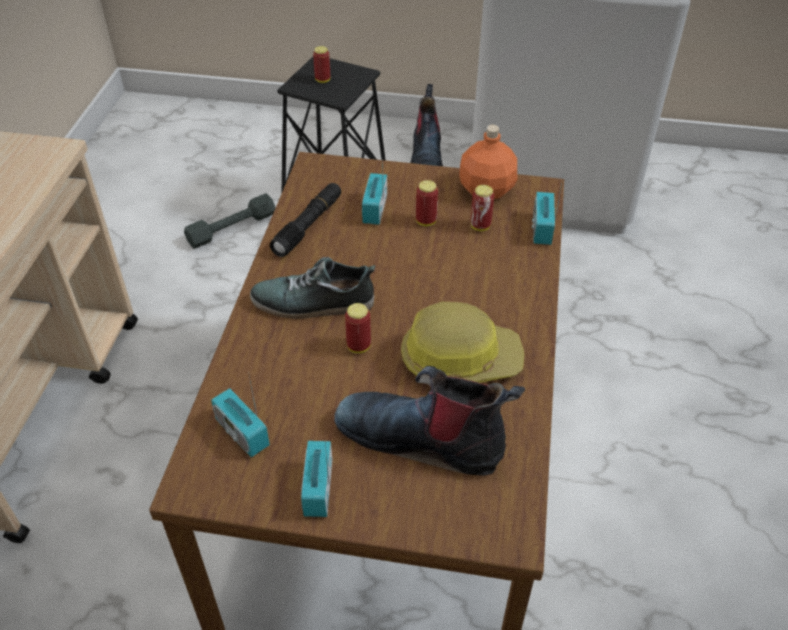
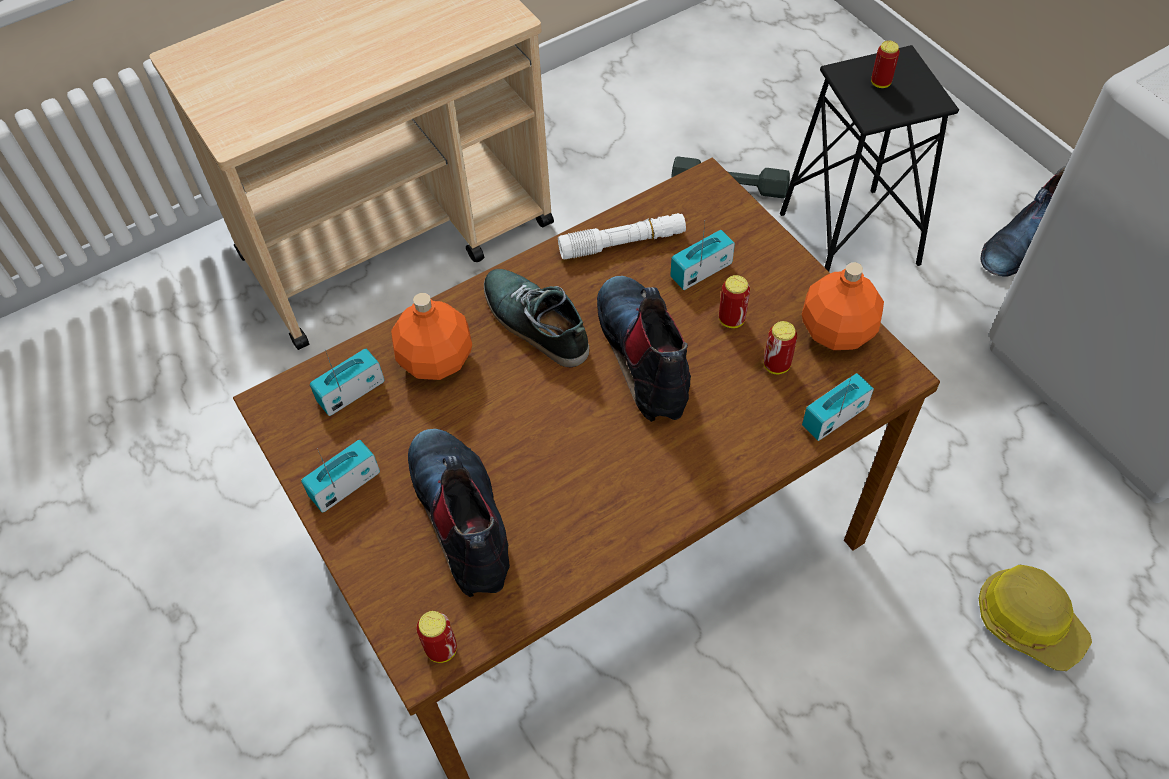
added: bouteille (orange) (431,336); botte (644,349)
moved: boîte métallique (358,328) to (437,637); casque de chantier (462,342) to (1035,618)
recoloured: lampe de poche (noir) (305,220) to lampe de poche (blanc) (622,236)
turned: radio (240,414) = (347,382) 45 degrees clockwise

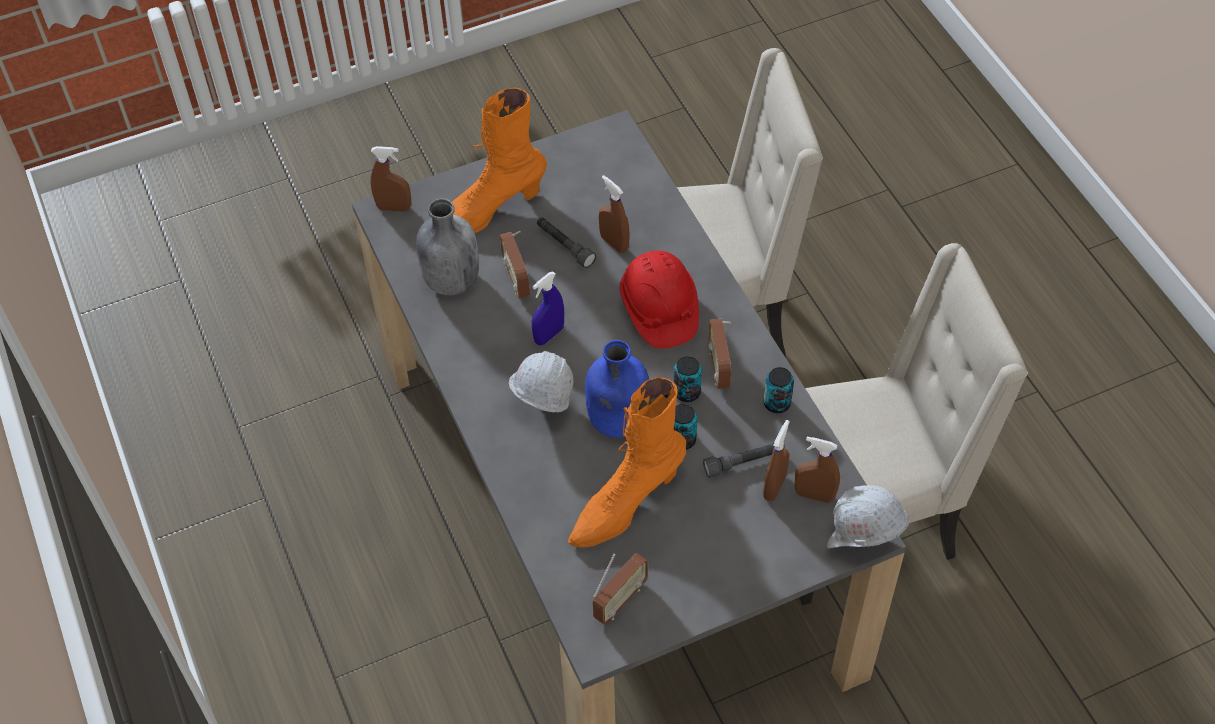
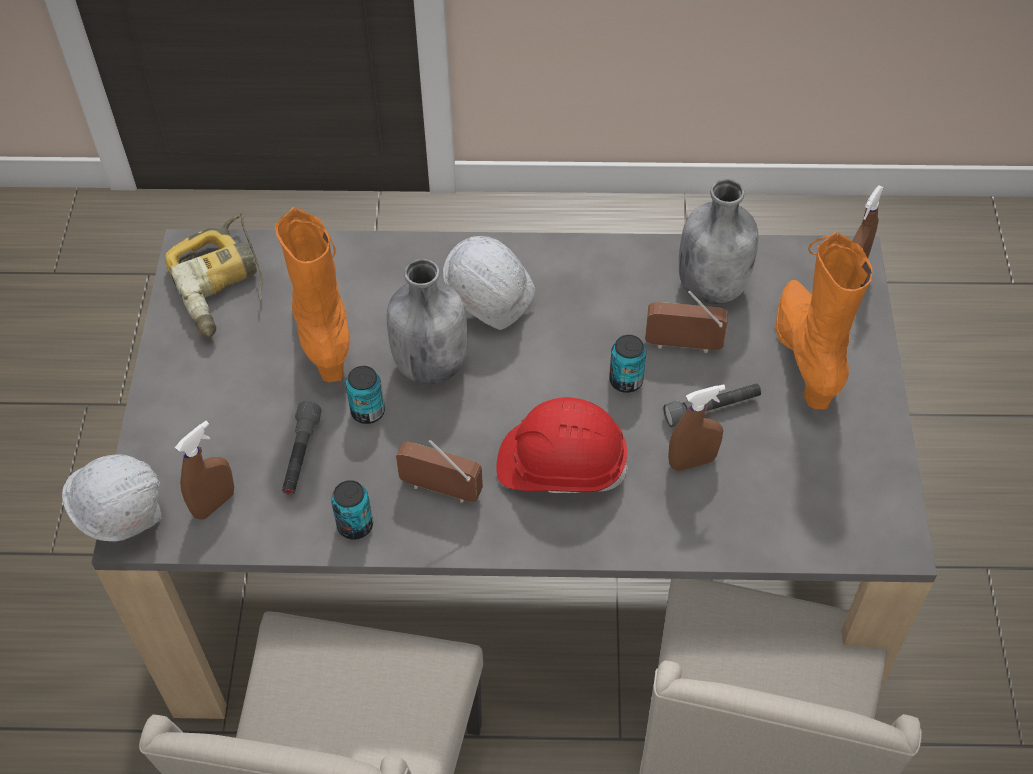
removed: vaporisateur (bleu) (548,308); vaporisateur (marron) (776,460)
moved: boîte métallique (688,379) to (627,364)
replaced: radio (620,589) to perceuse (214,275)
recoloured: bouteille (bleu) (617,389) to bouteille (gris) (427,321)

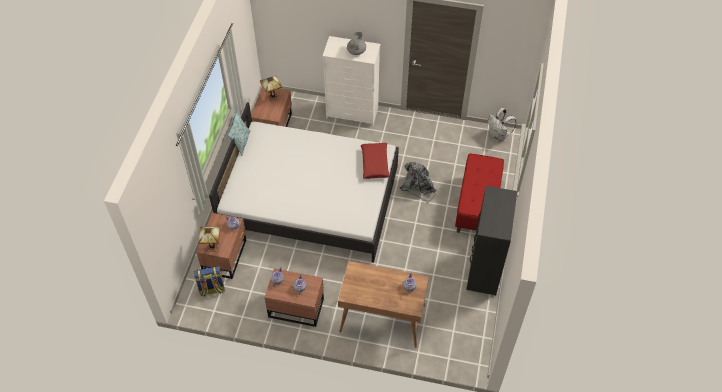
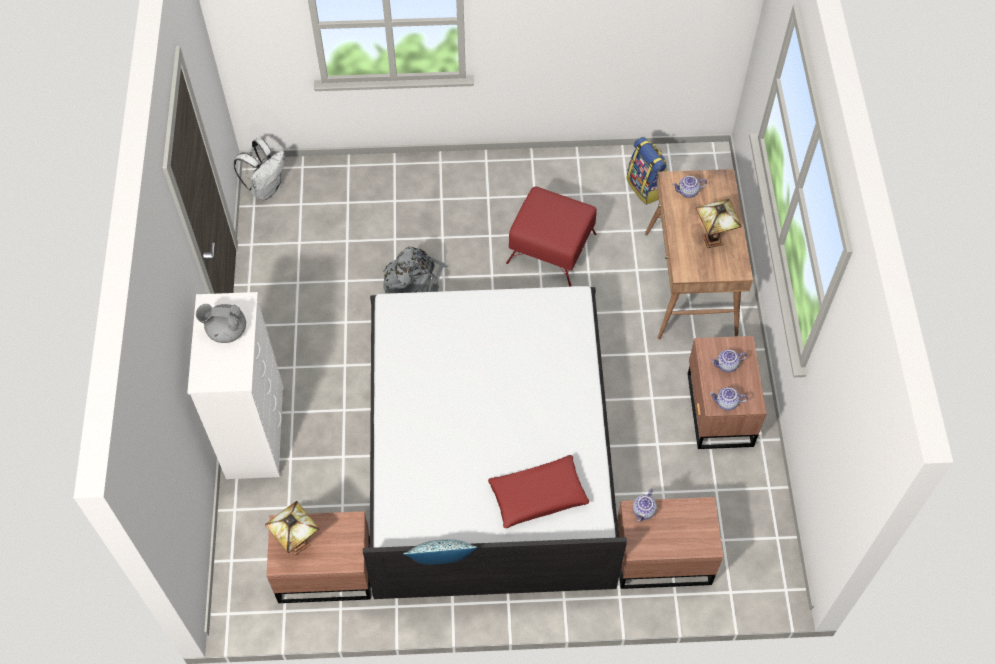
removed: banc (rouge) (479,193); commode (noir) (492,240)
added: pouf (rouge) (551,236)
moved: sac à dos (209,281) to (647,171); lampe de table (209,239) to (719,223); coussin (rouge) (375,161) to (538,491)

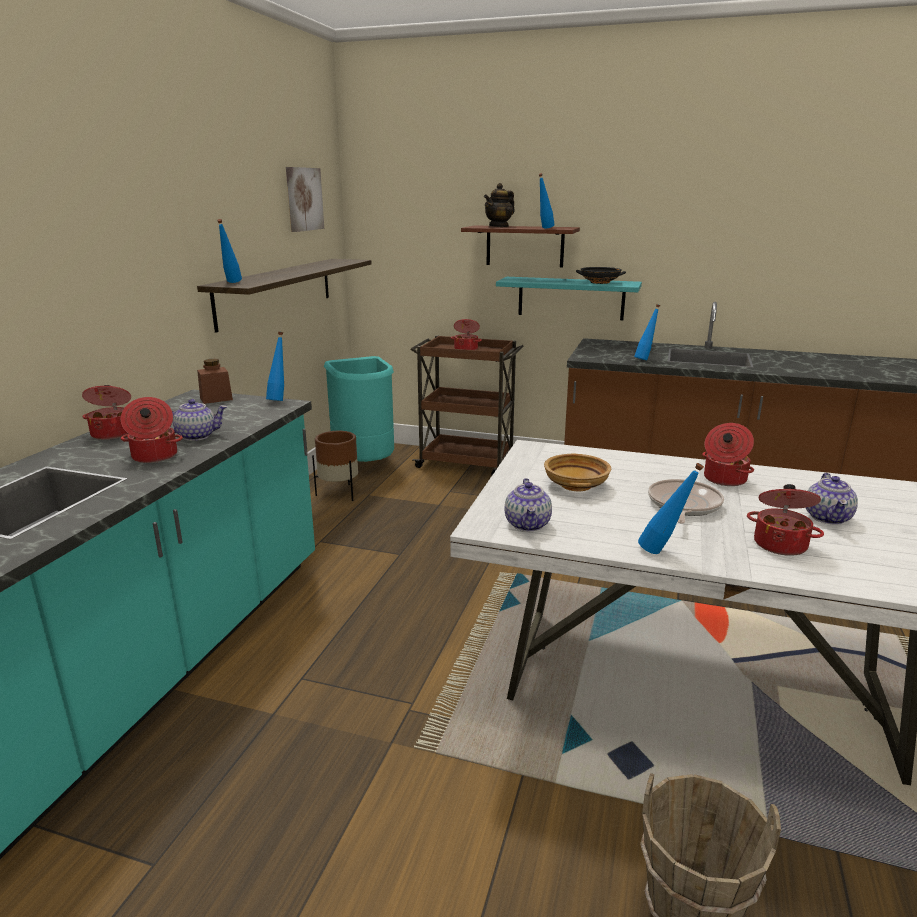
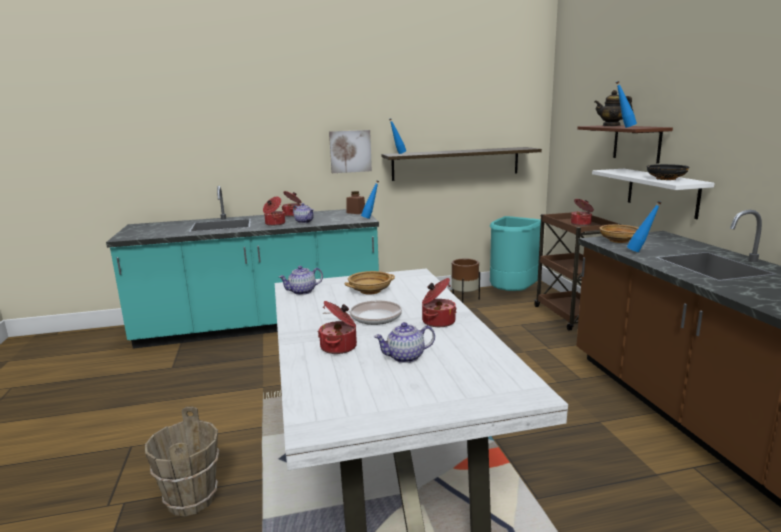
removed: bouteille (bleu) (671,508)
added: bol (beige) (619,234)
moved: tableau (305,199) to (350,151)
recoloured: étagère (turquoise) (569,298) to étagère (blanc) (653,194)

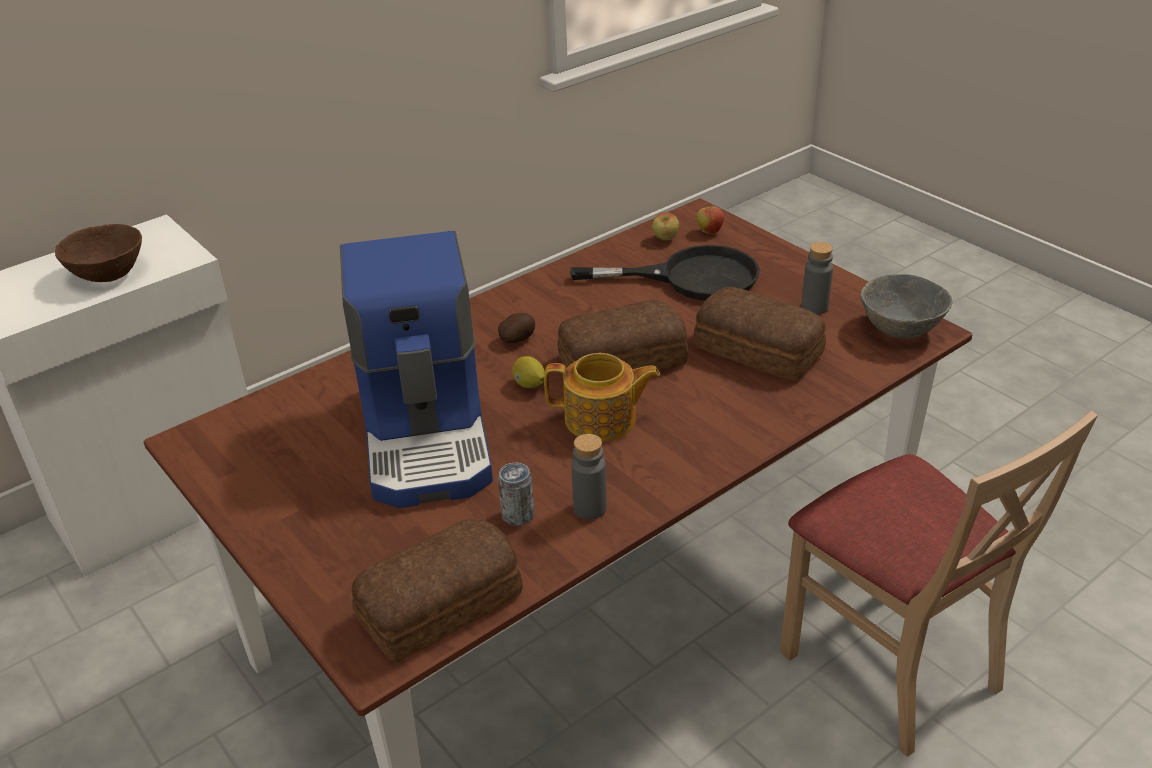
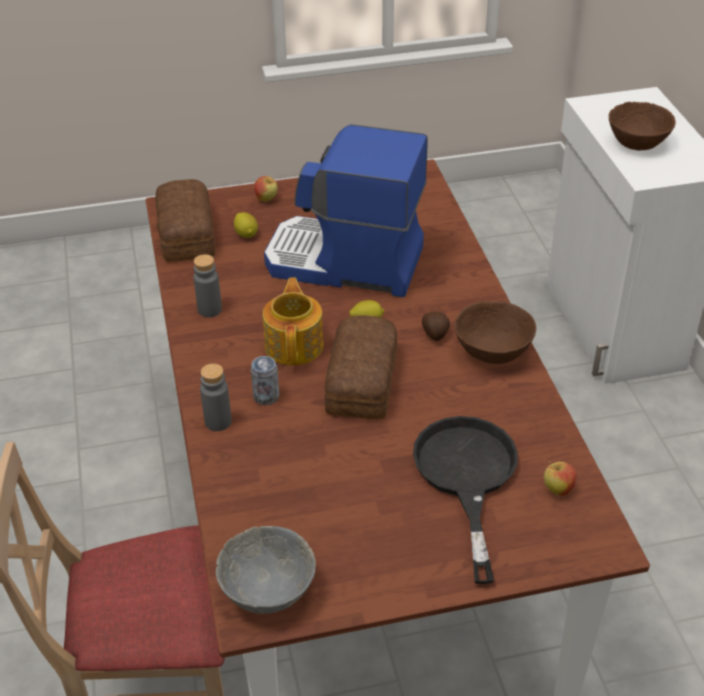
removed: pain (760,334)
added: citron (246,225); bol (marron) (495,332)
moved: boîte métallique (516,494) to (265,380); pomme (710,218) to (266,189); bouteille (gris) (817,278) to (216,397)
turned: théière (602,397) = (293,321) 150 degrees clockwise; poêle (noir) (665,273) = (465,500) 150 degrees clockwise

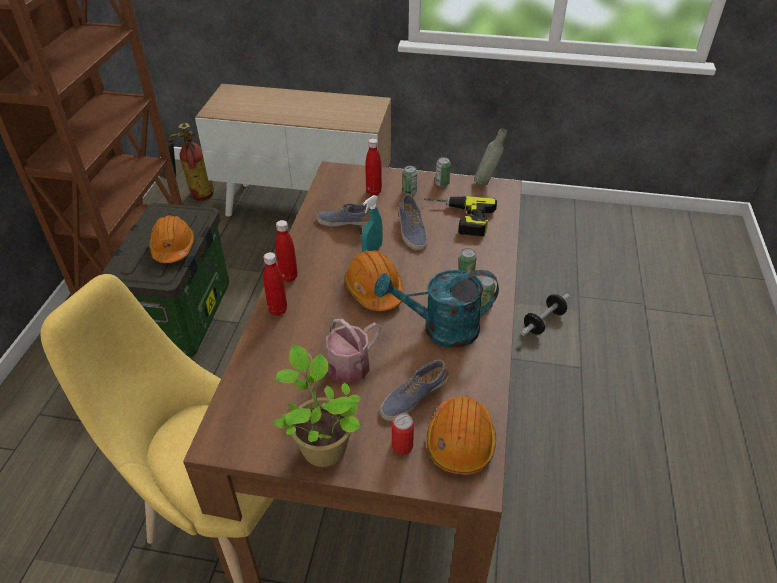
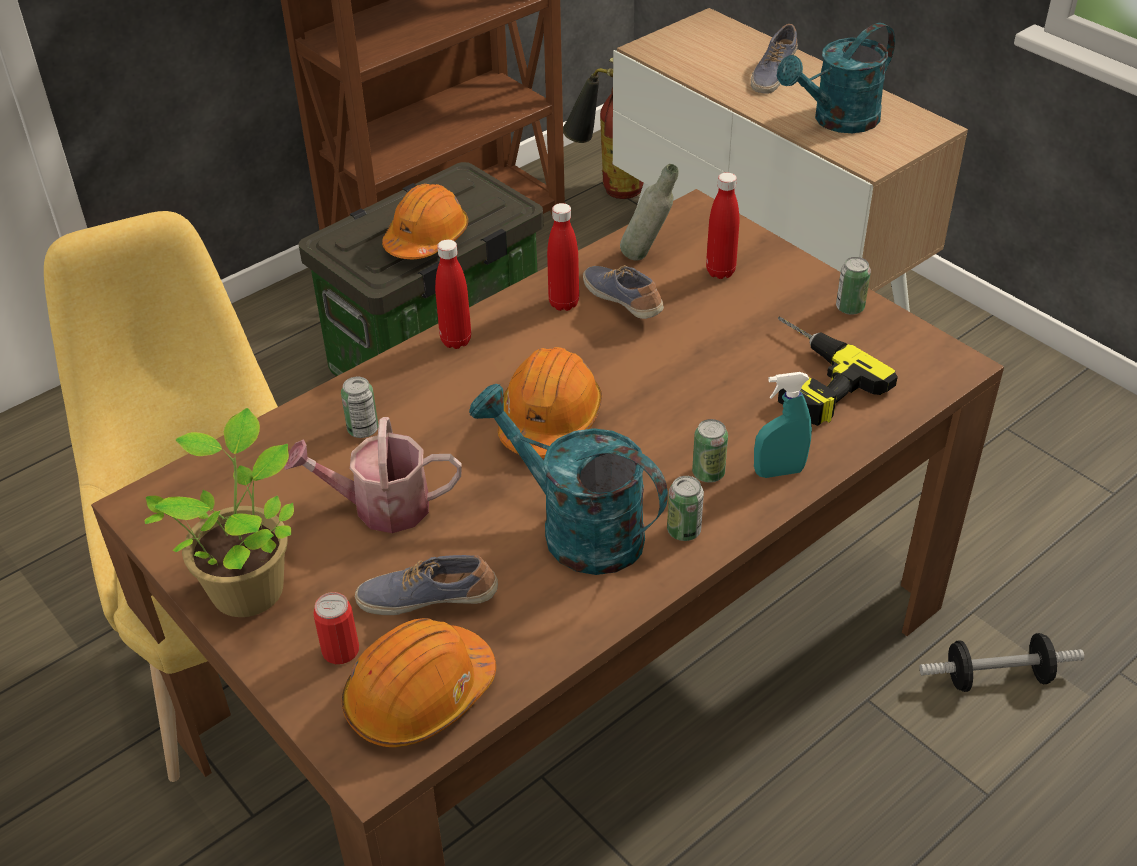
added: arrosoir (turquoise) (836,78)
moved: bouteille (rouge) (275,284) to (563,257); vaporisateur (turquoise) (372,223) to (783,425); chaussure (412,222) to (774,59); boîte métallique (409,180) to (359,407); bouteille (gris) (490,157) to (649,212)

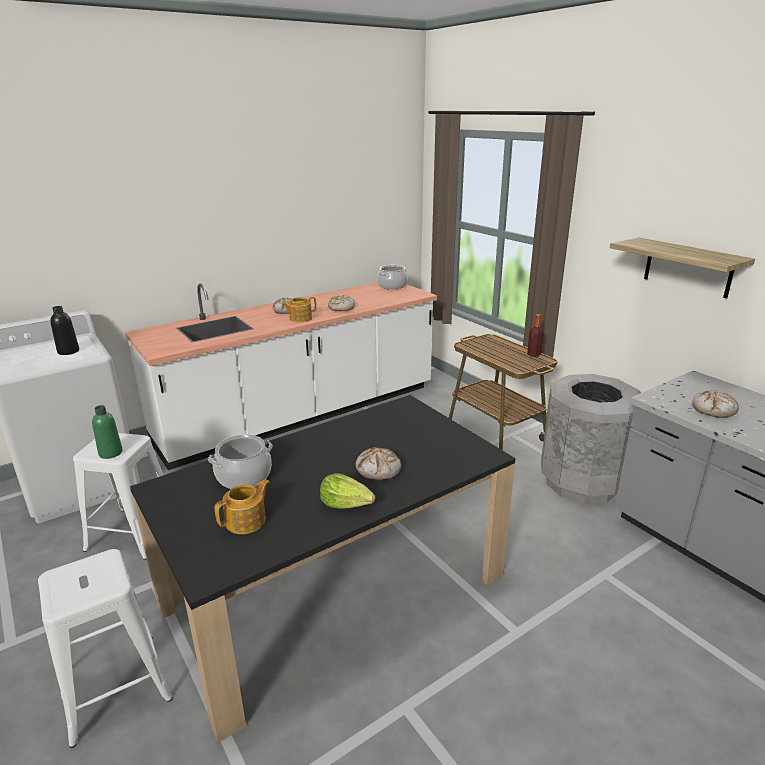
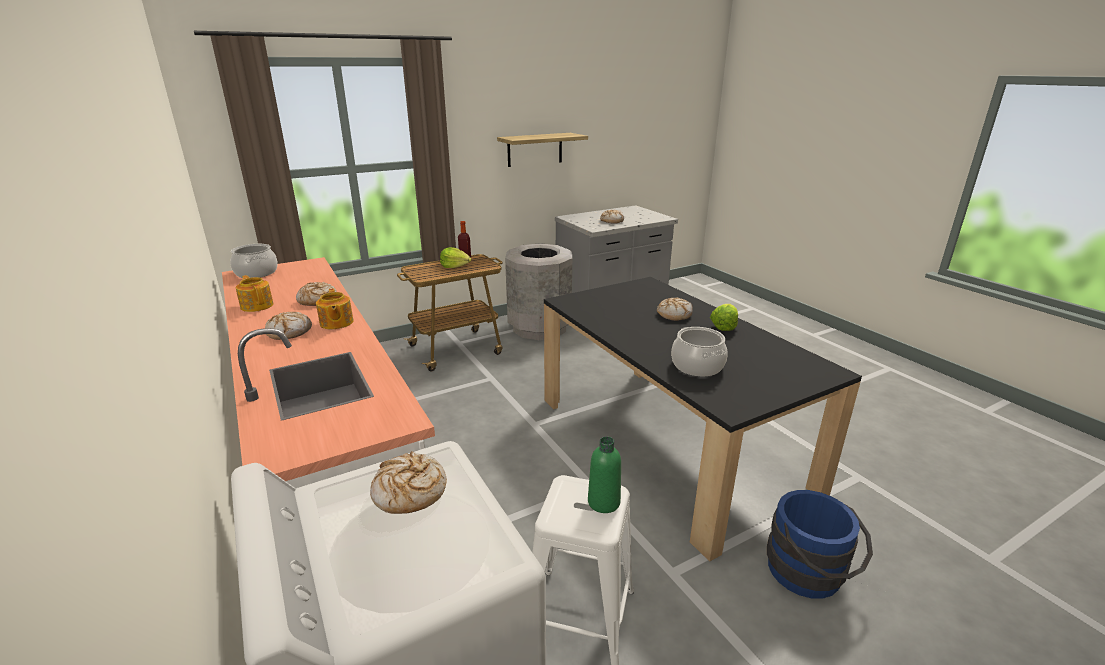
added: laitue (455,257)
moved: théière (242,506) to (254,293)
replaced: tabouret (blanc) (105,648) to seau (bleu) (820,544); bouteille (noir) (64,330) to pain (408,482)

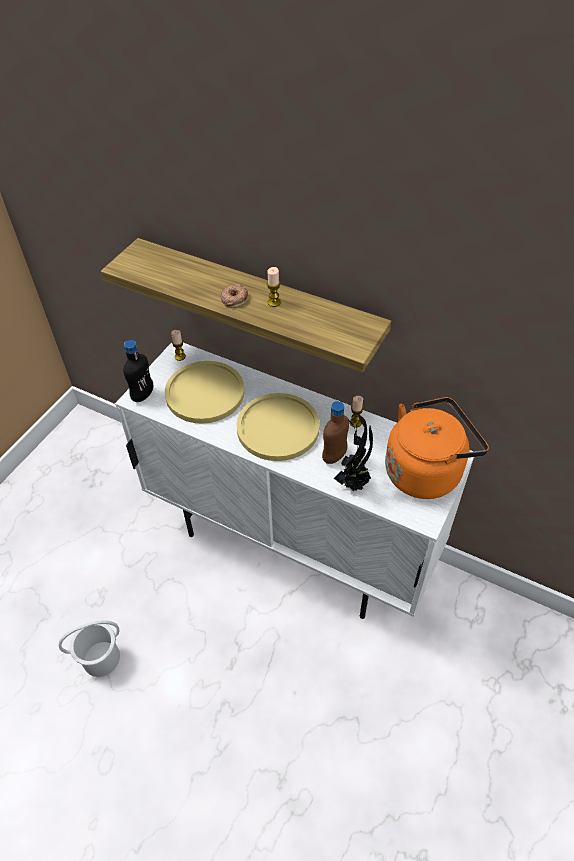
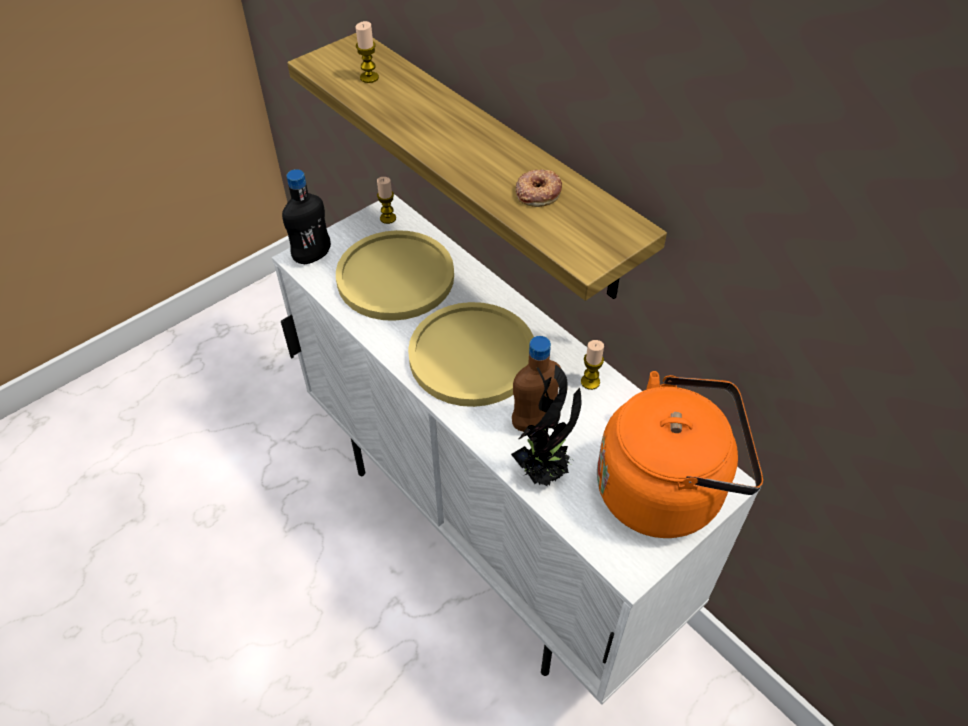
removed: seau (blanc) (89,649)
moved: beignet (234,296) to (539,188); bougie (274,287) to (367,52)

